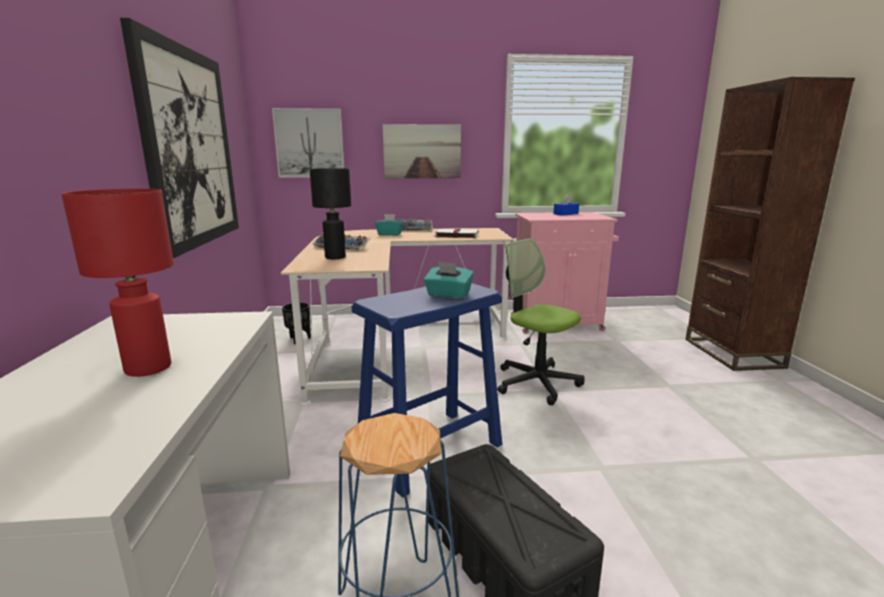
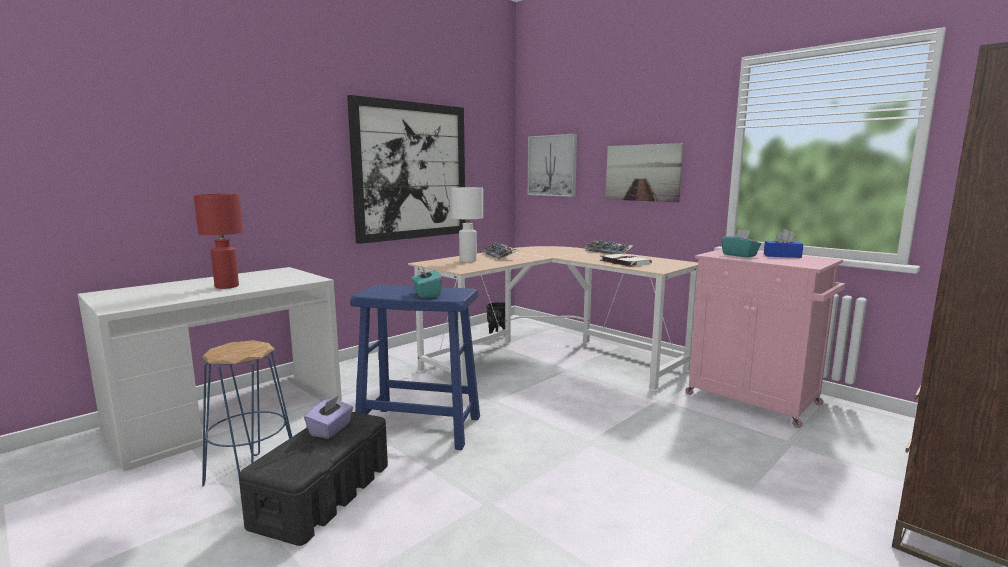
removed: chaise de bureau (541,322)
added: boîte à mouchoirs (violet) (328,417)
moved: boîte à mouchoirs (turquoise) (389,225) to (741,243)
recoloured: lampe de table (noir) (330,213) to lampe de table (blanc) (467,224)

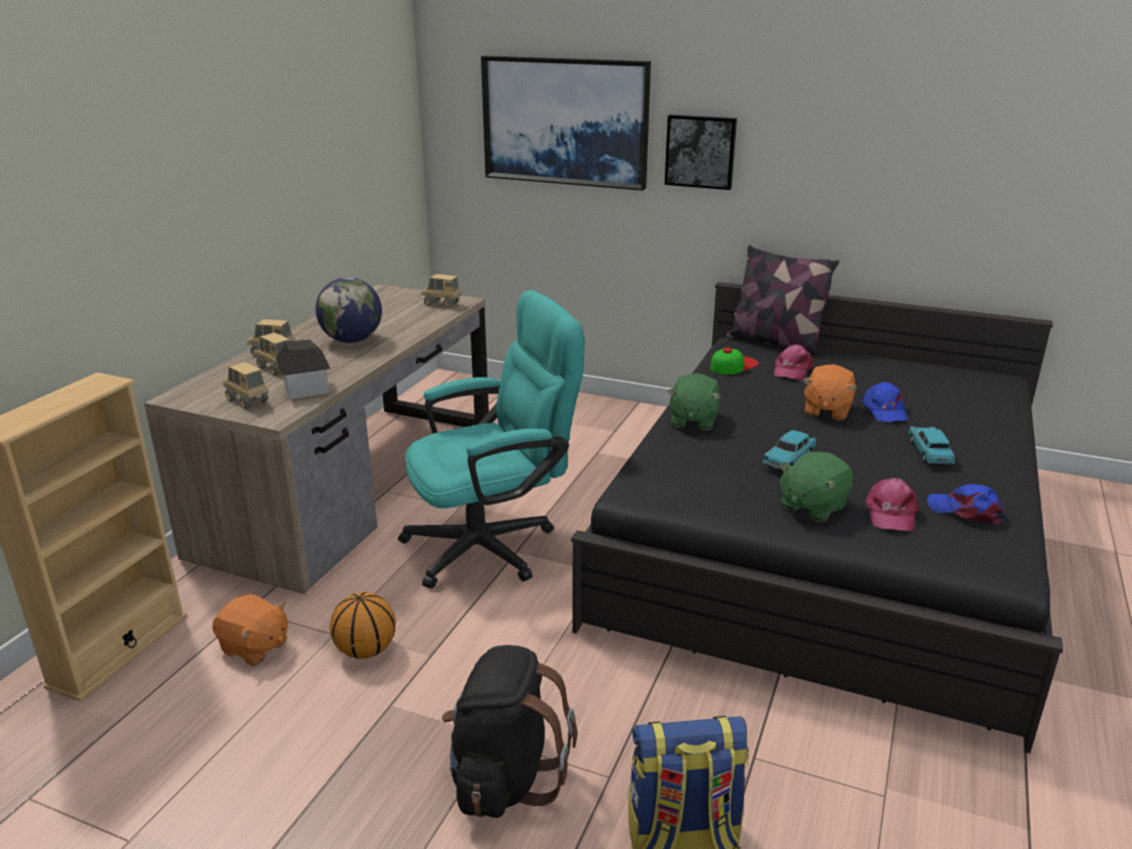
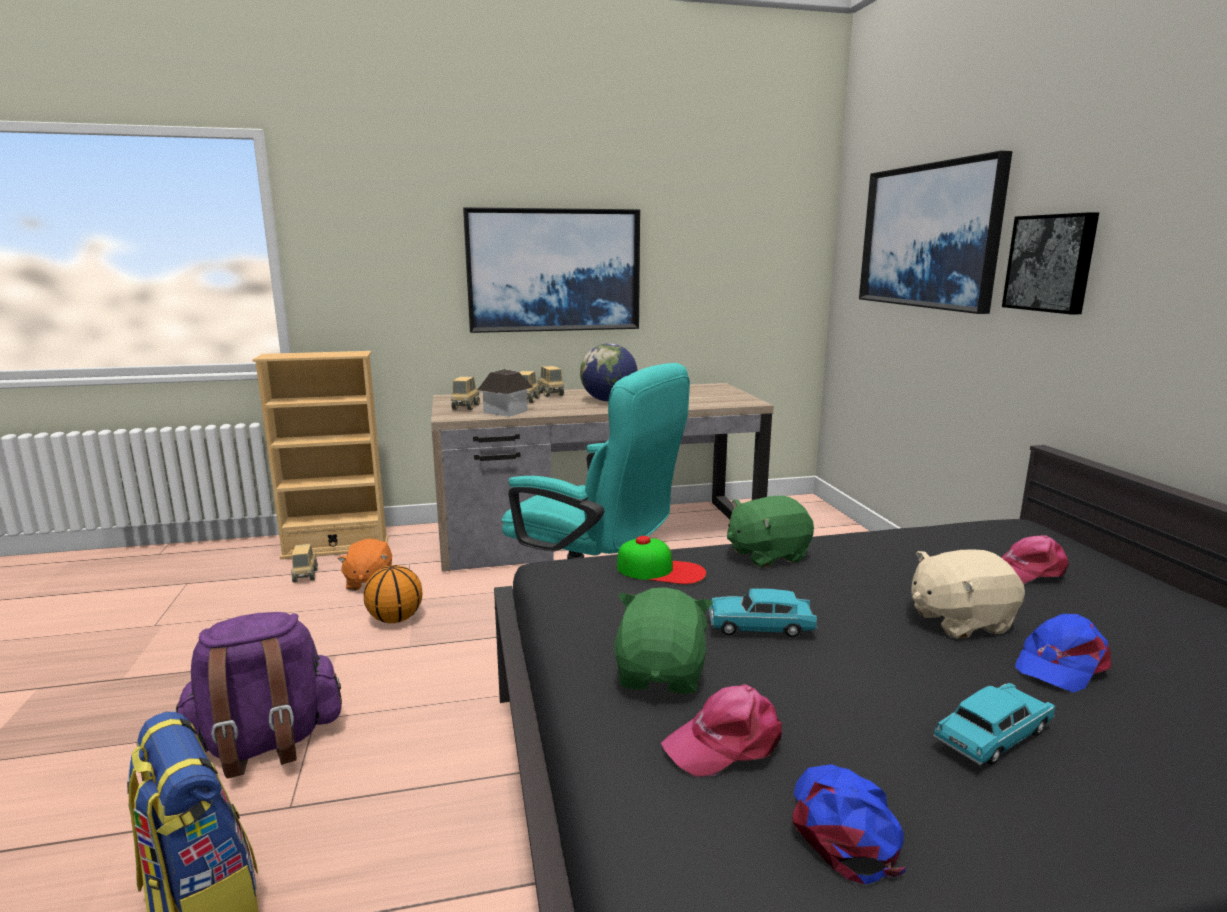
removed: coussin (782,300)
added: tableau (551,270)
moved: camion jouet (441,291) to (304,563); casquette (734,361) to (661,560)
recoloured: sac à dos (noir) (509,731) to sac à dos (violet) (258,695); peluche (orange) (830,393) to peluche (beige) (968,594)
turned: peluche (vert) (816,487) = (663,640) 90 degrees clockwise

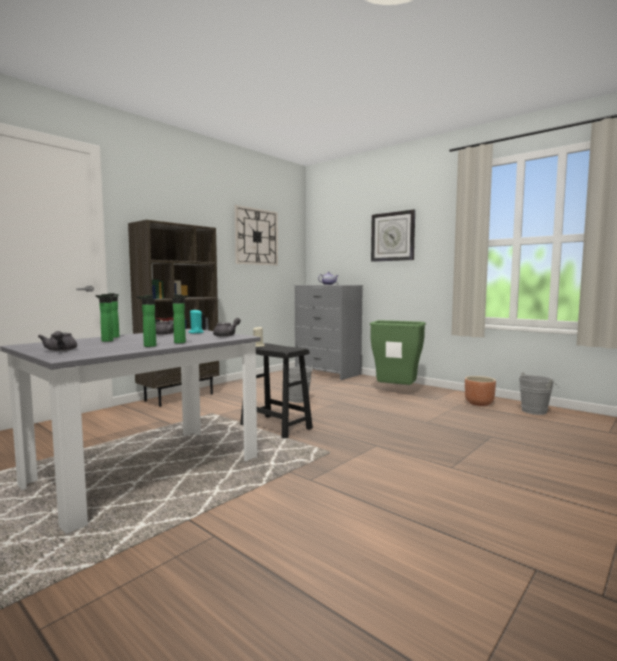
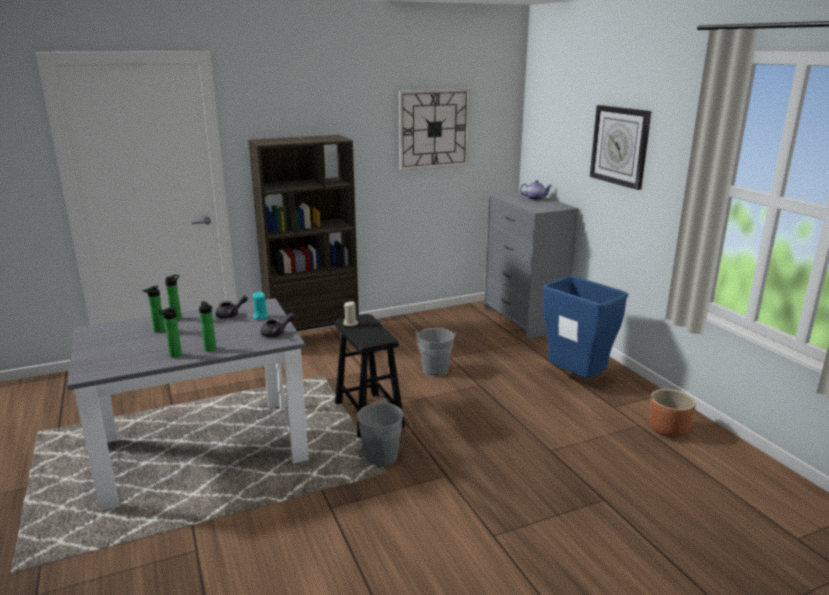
removed: théière (gris) (57,341)
moved: seau (gris) (539,393) to (384,432)
recoloured: poubelle (vert) (398,352) to poubelle (bleu) (585,327)

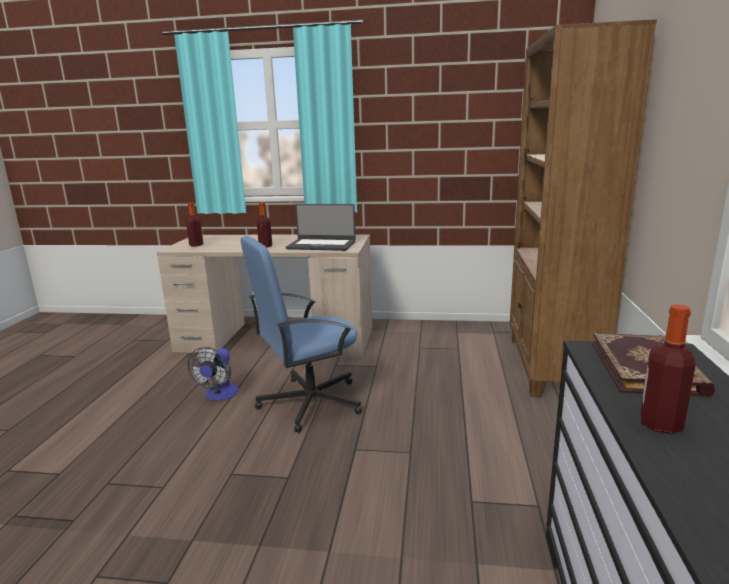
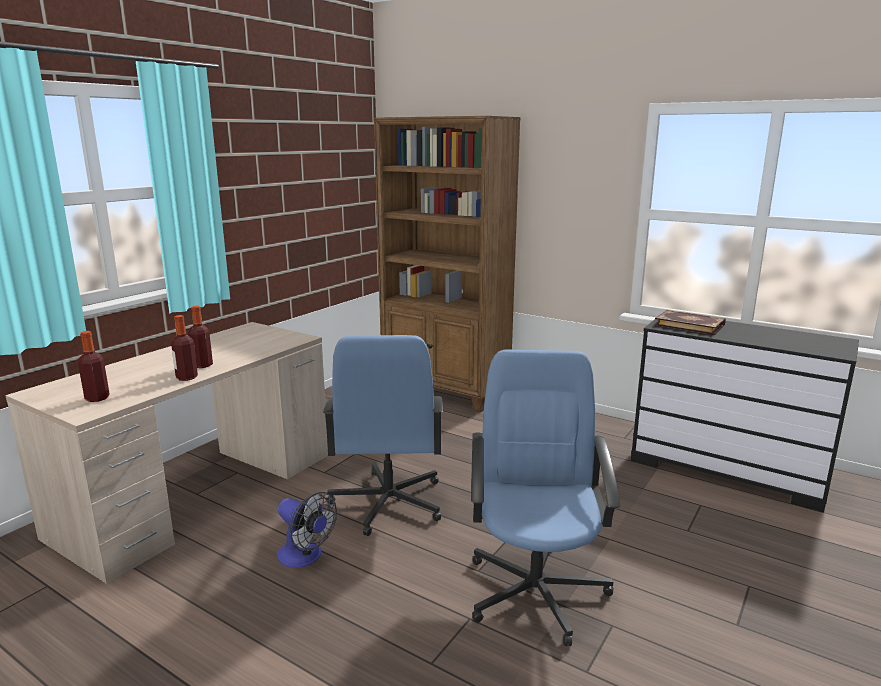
removed: ordinateur portable (321,227)
added: chaise de bureau (bleu) (545,498)
moved: bouteille (668,369) to (184,348)

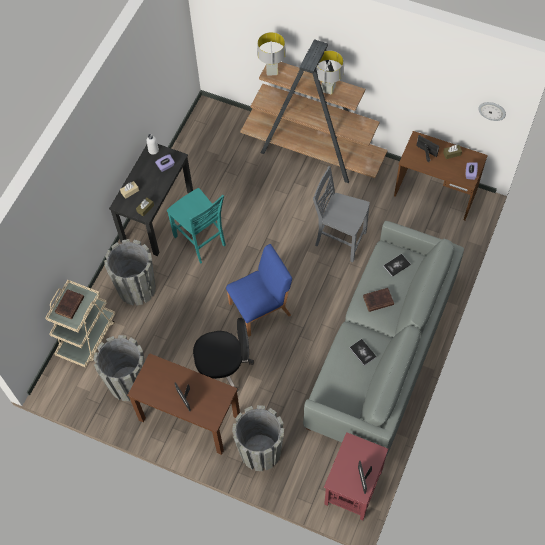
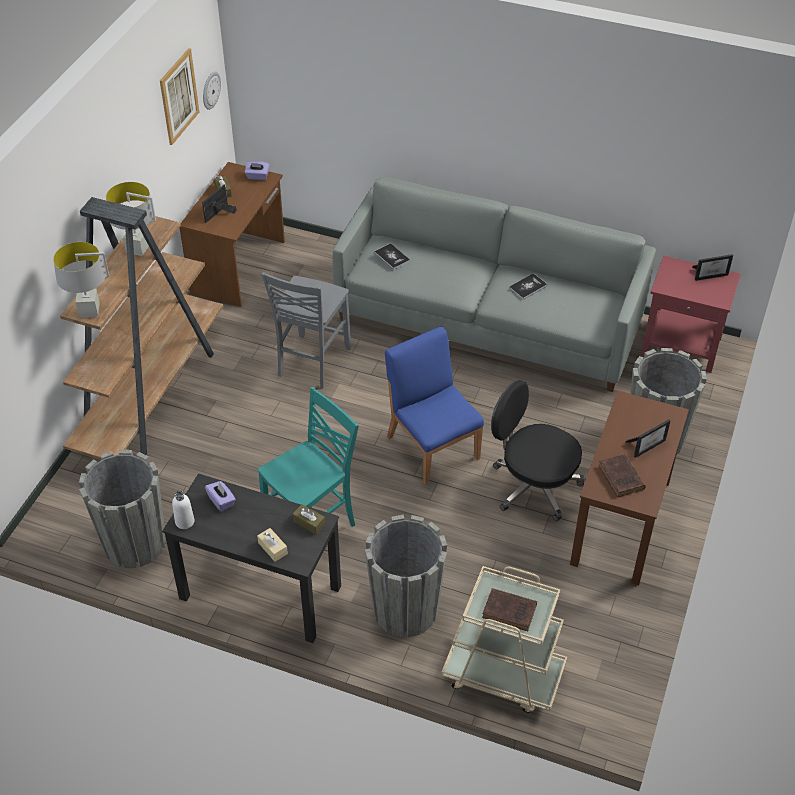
added: tableau (179,96)
moved: cache-pot (gris) (119,368) to (122,509); livre (marron) (378,300) to (622,475)
turned: chaise de bureau (noir) (223,355) = (538,450) 45 degrees counterclockwise

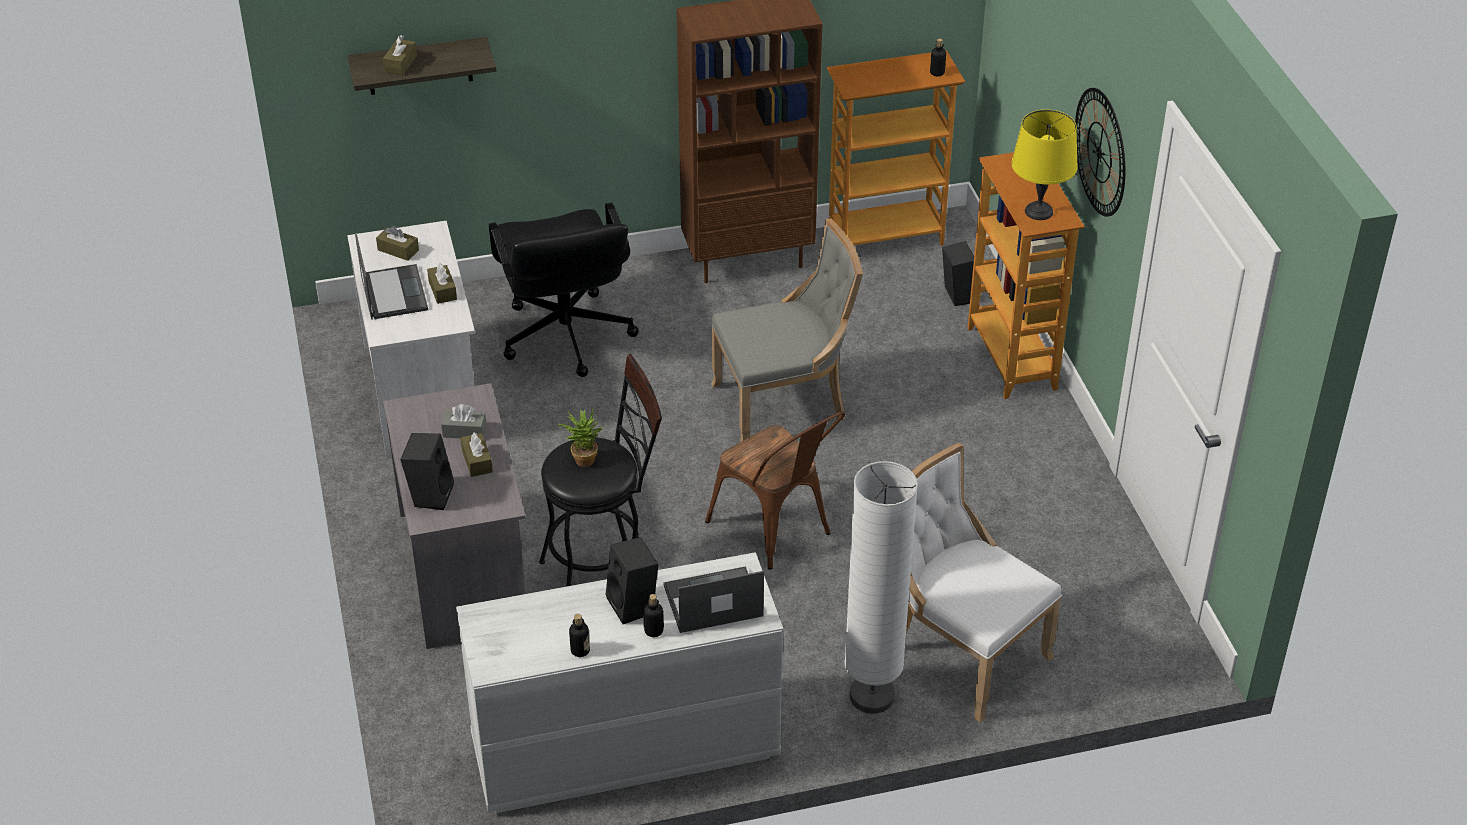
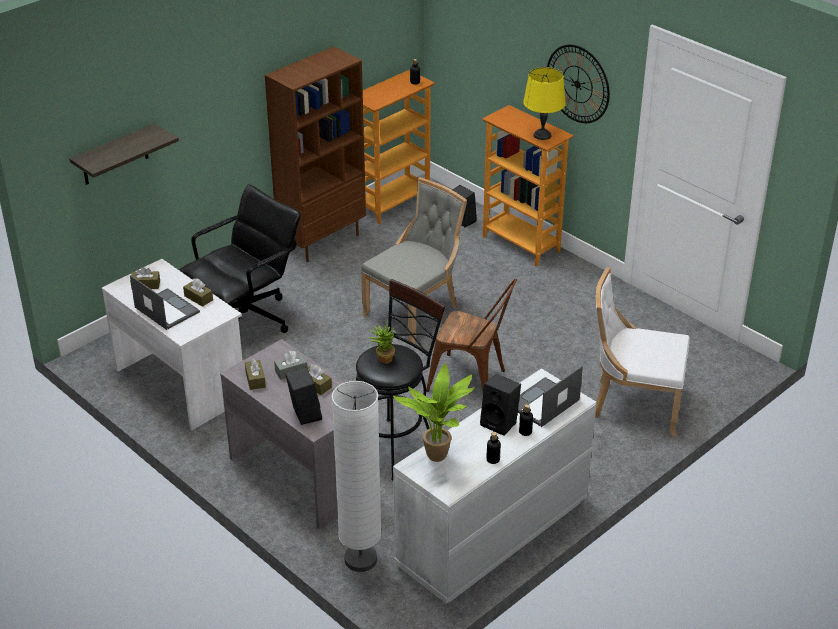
added: plante en pot (433,412)
moved: boîte à mouchoirs (marron) (400,55) to (255,374); lampadaire (blanc) (881,587) to (357,476)
turned: chaise de bureau (noir) (564,289) = (239,258) 90 degrees counterclockwise

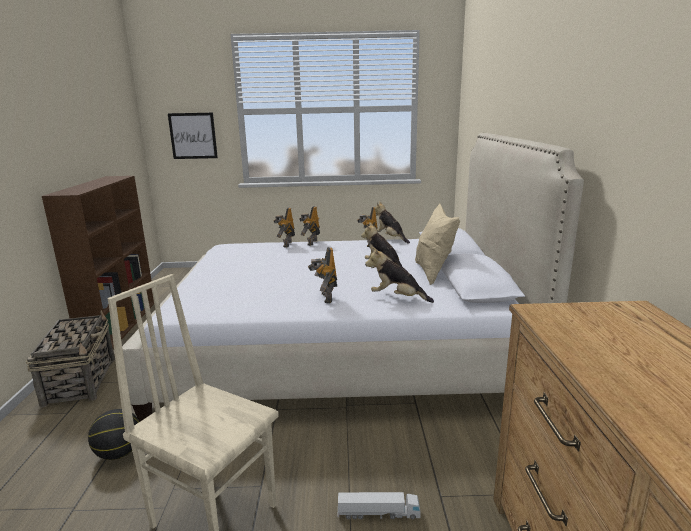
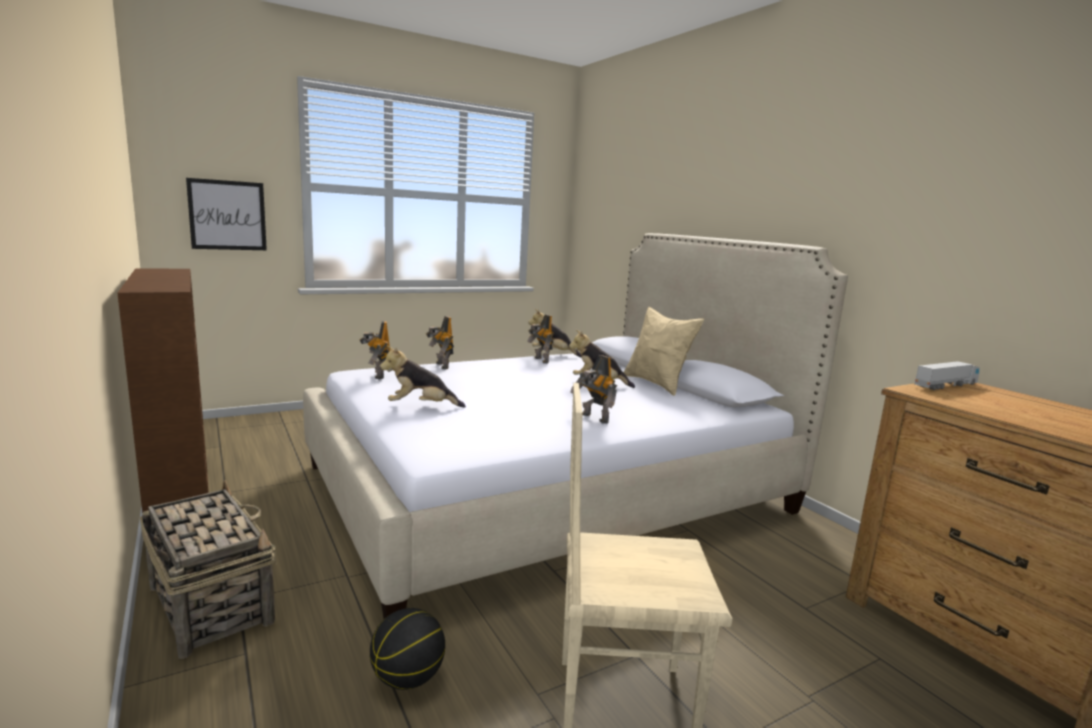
moved: robot jouet (309,226) to (375,350); camion jouet (379,505) to (947,375); peluche (399,275) to (423,377)

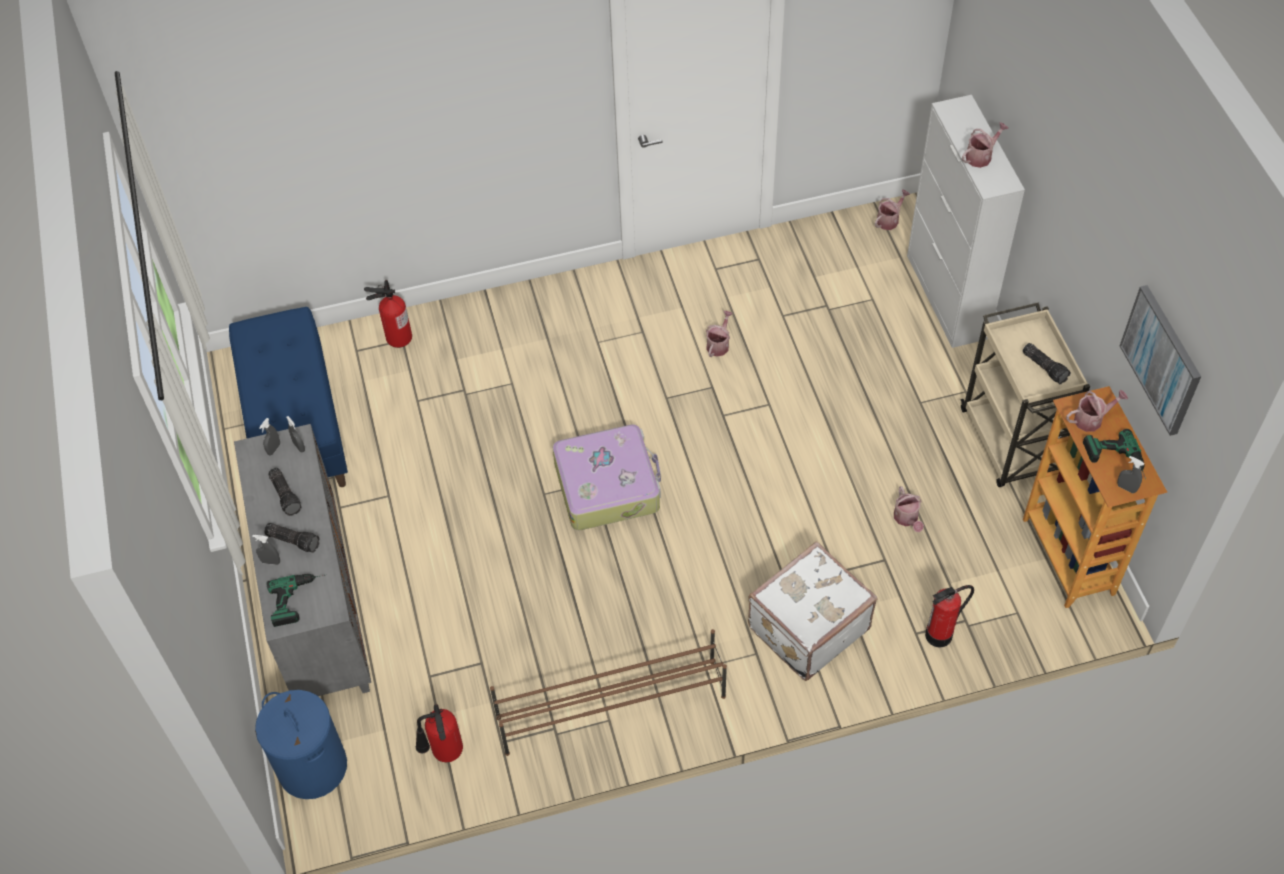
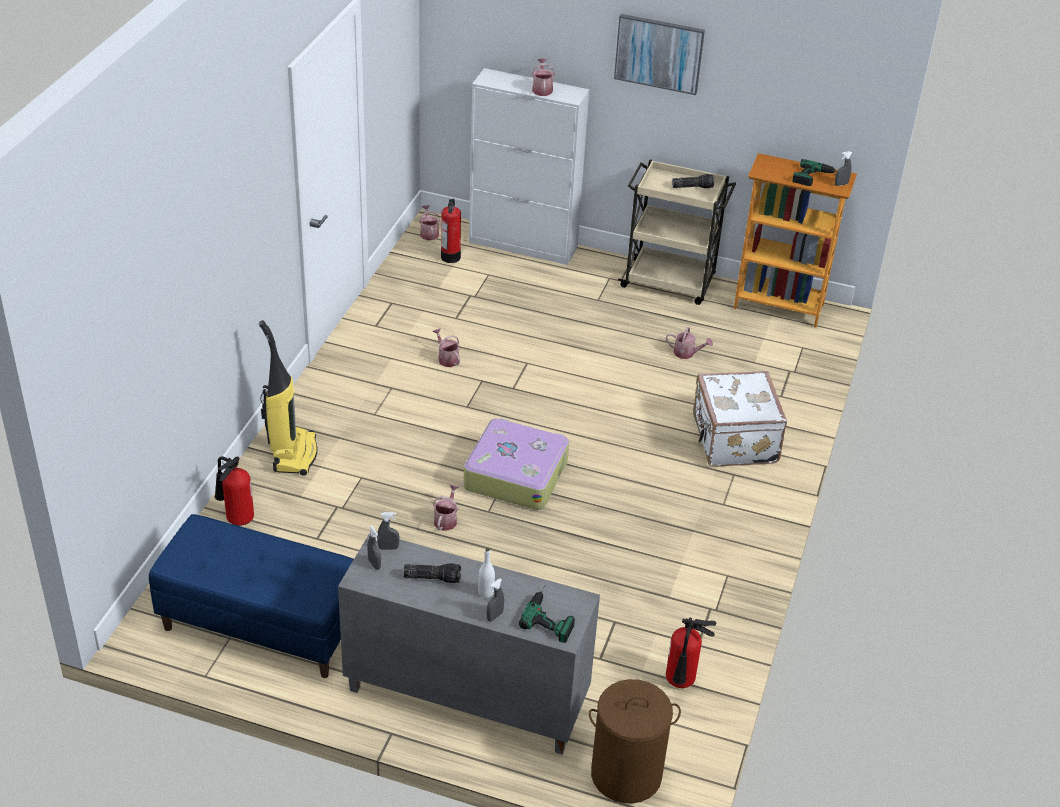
removed: étagère à chaussures (marron) (608,692)
added: aspirateur (288,398)
moved: extincteur (949,616) to (451,231); arrosoir (1097,411) to (446,508); tableau (1160,360) to (659,54)
replaced: lampe de poche (292,538) to bouteille (blanc) (486,573)
recoloured: panier à linge (bleu) (301,744) to panier à linge (marron) (635,741)

